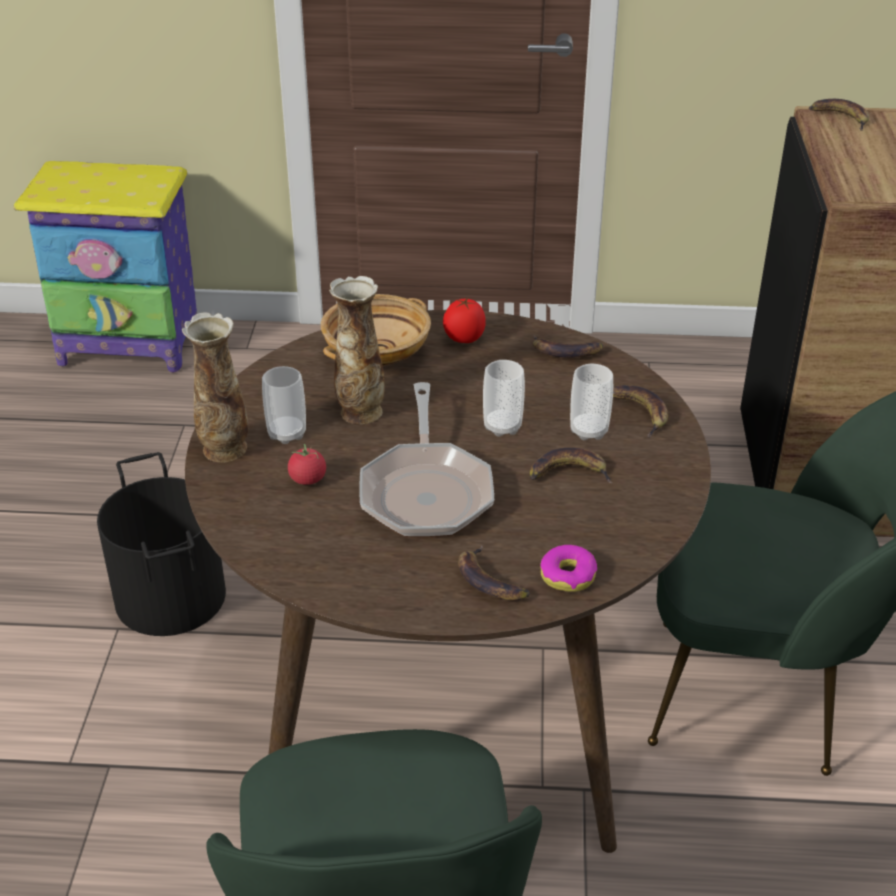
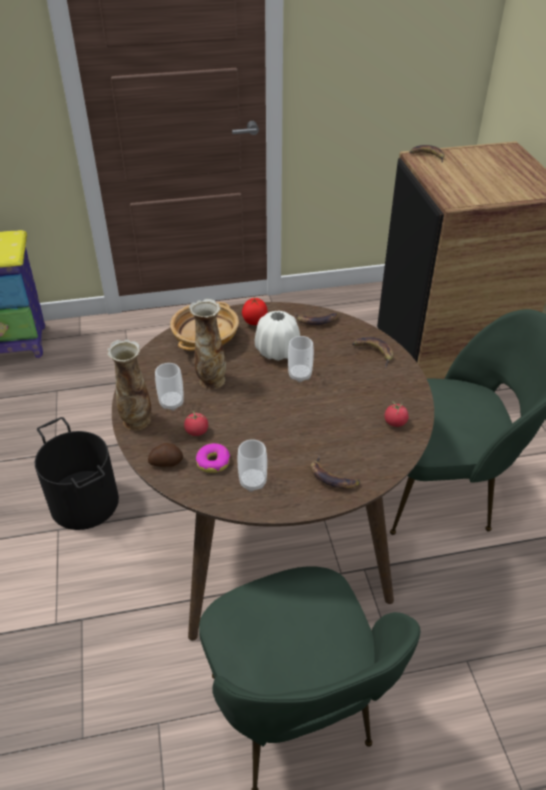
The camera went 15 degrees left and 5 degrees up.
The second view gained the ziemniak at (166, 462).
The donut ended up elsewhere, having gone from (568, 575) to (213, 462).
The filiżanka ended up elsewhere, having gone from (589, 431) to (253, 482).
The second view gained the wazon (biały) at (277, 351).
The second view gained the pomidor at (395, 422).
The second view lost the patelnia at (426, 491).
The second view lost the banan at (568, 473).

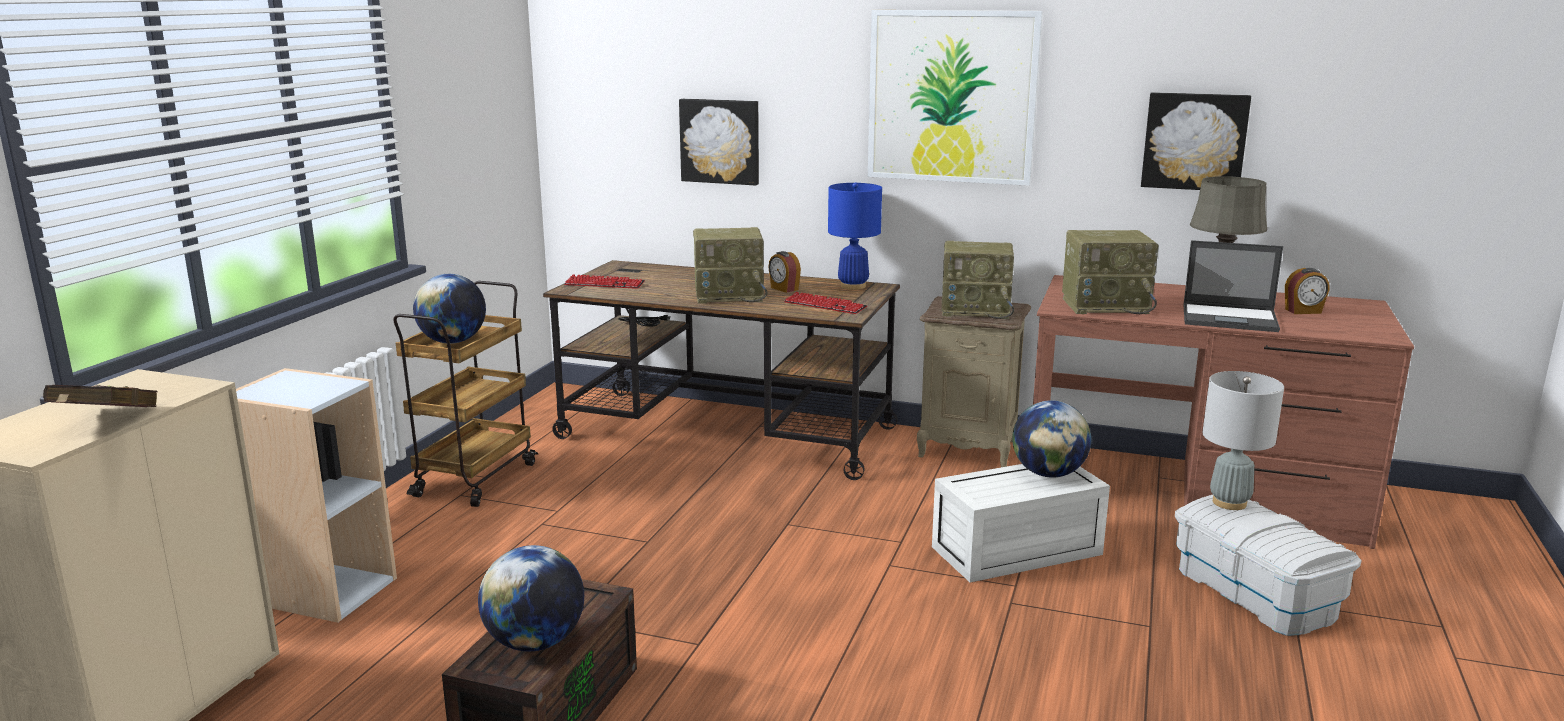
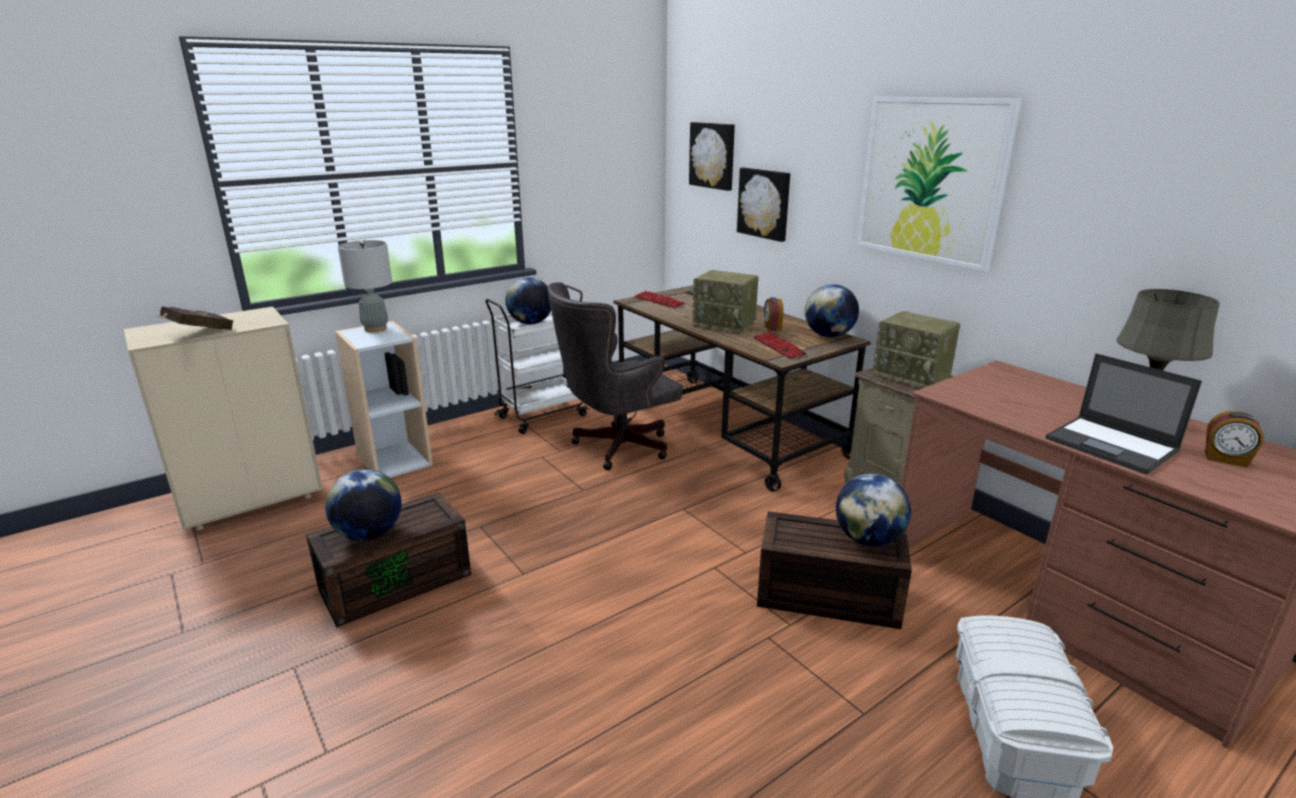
The camera went 35 degrees right and 5 degrees up.
The lampa stołowa (szary) ended up elsewhere, having gone from (1229, 503) to (375, 329).
What was the wózek (brązowy) at (476, 479) turned into the wózek (biały) at (543, 416).
The second view gained the krzesło biurowe (szary) at (616, 448).
The obraz ended up elsewhere, having gone from (1194, 141) to (713, 155).
What was the pojemnik do przechowywania (biały) at (1016, 552) turned into the pojemnik do przechowywania (brązowy) at (825, 596).
Where the lampa stołowa (niebieski) stood at (853, 286), the globus came to stand at (828, 335).
The second view lost the radio at (1106, 305).

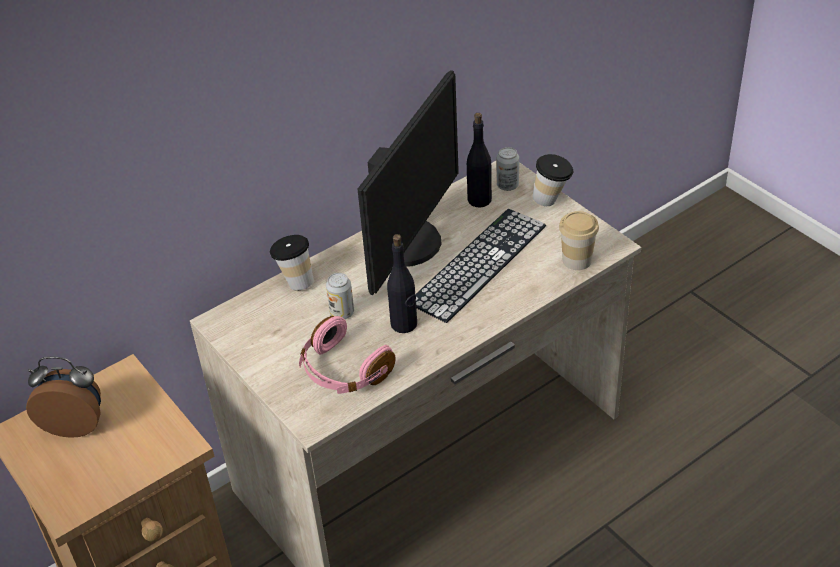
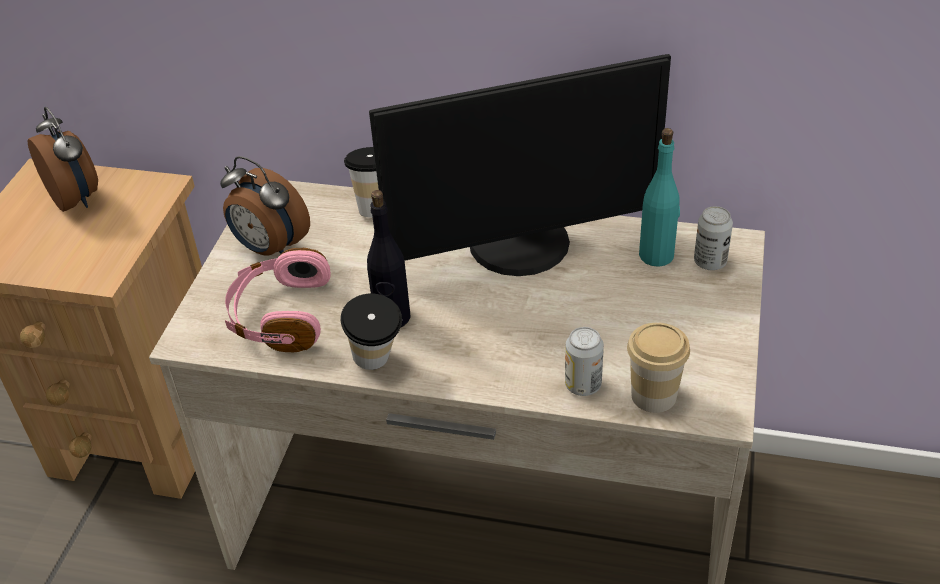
The camera went 50 degrees right and 0 degrees up.
The second view gained the budzik at (269, 248).
The filiżanka ended up elsewhere, having gone from (552, 201) to (377, 365).
The puszka ended up elsewhere, having gone from (342, 313) to (583, 385).
What was the butelka (czarny) at (479, 200) turned into the butelka (turkusowy) at (657, 255).
The second view lost the klawiatura at (478, 264).

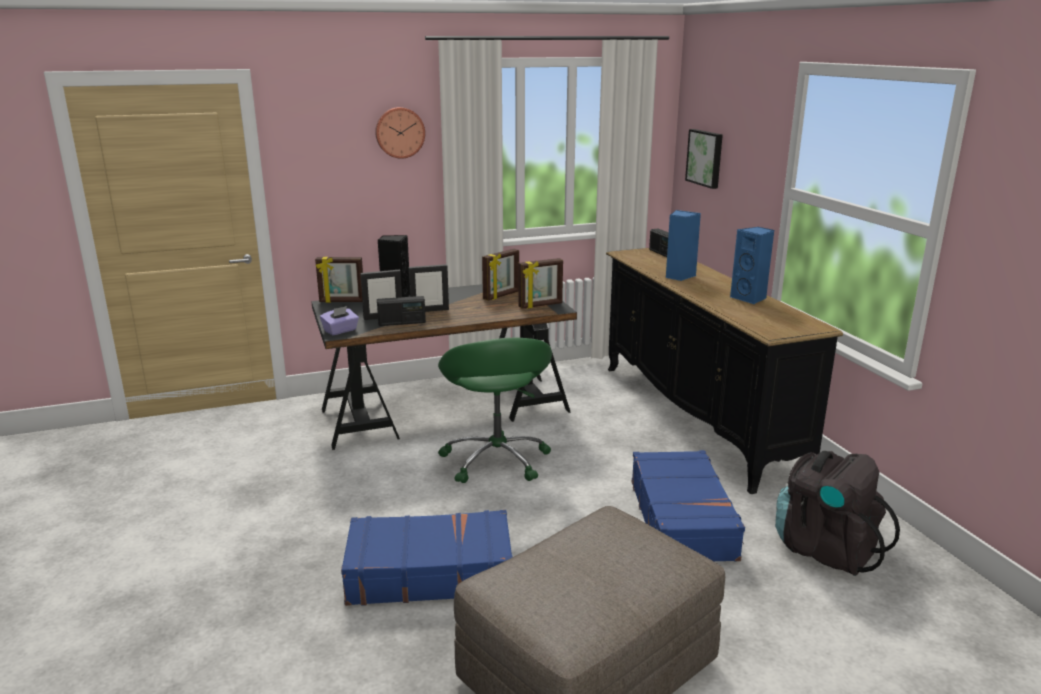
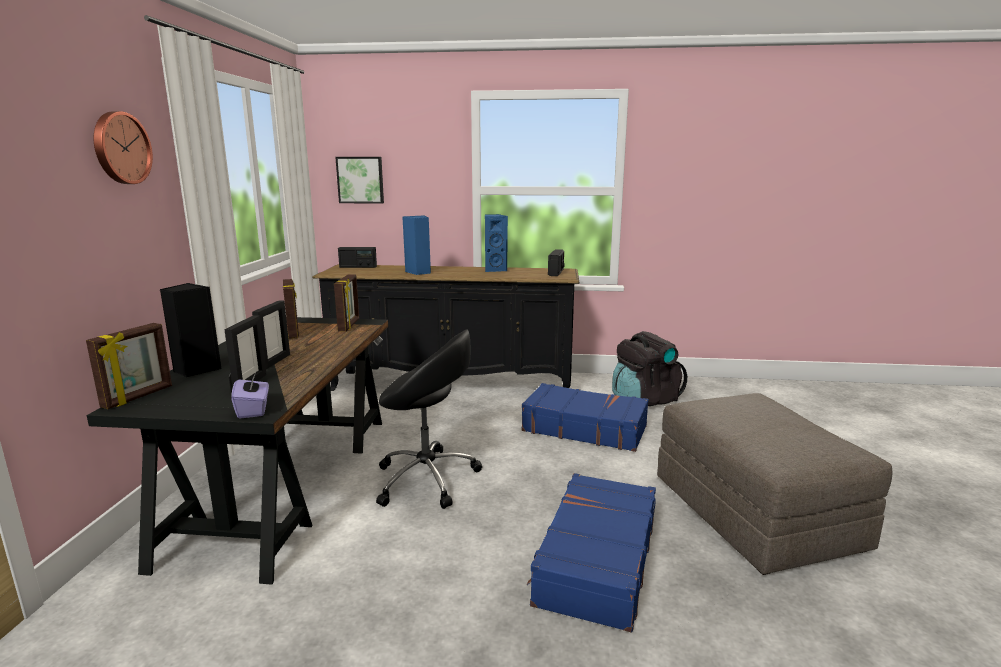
The camera went 65 degrees left and 5 degrees down.
What was the krzesło biurowe (zielony) at (496, 462) turned into the krzesło biurowe (czarny) at (429, 479).
The radio ended up elsewhere, having gone from (402, 323) to (556, 272).

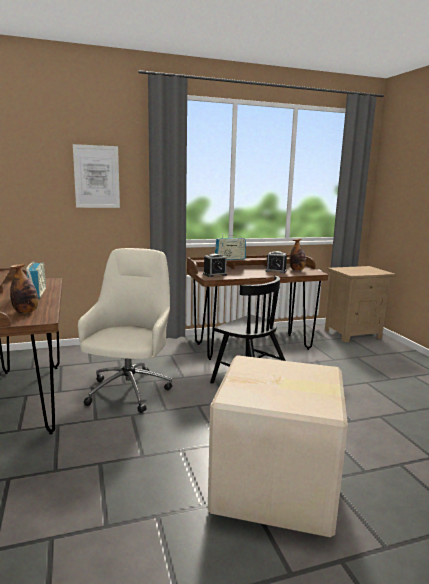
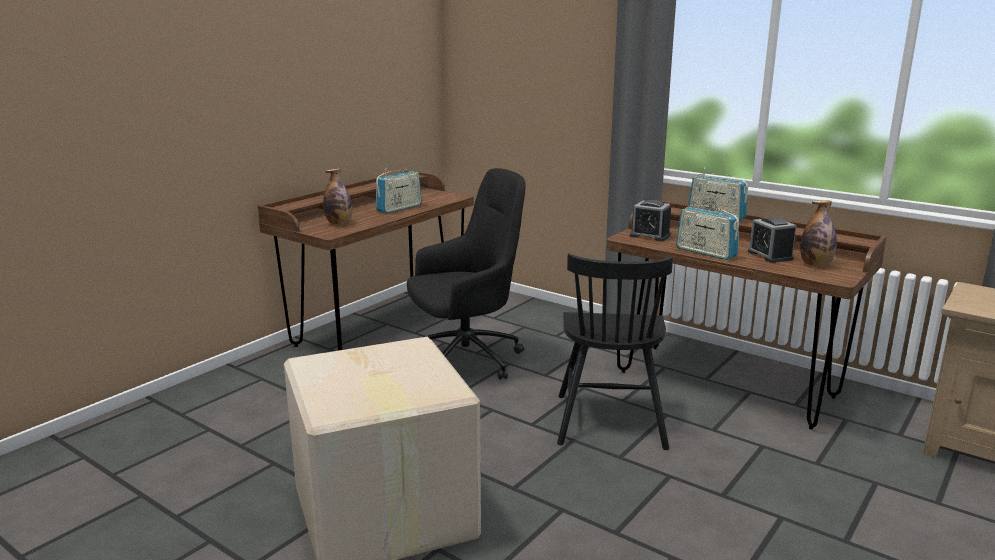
The camera went 55 degrees right and 5 degrees up.
What was the krzesło biurowe (beżowy) at (129, 390) turned into the krzesło biurowe (czarny) at (466, 361).
The second view gained the radio at (705, 253).
The second view lost the obraz at (96, 177).

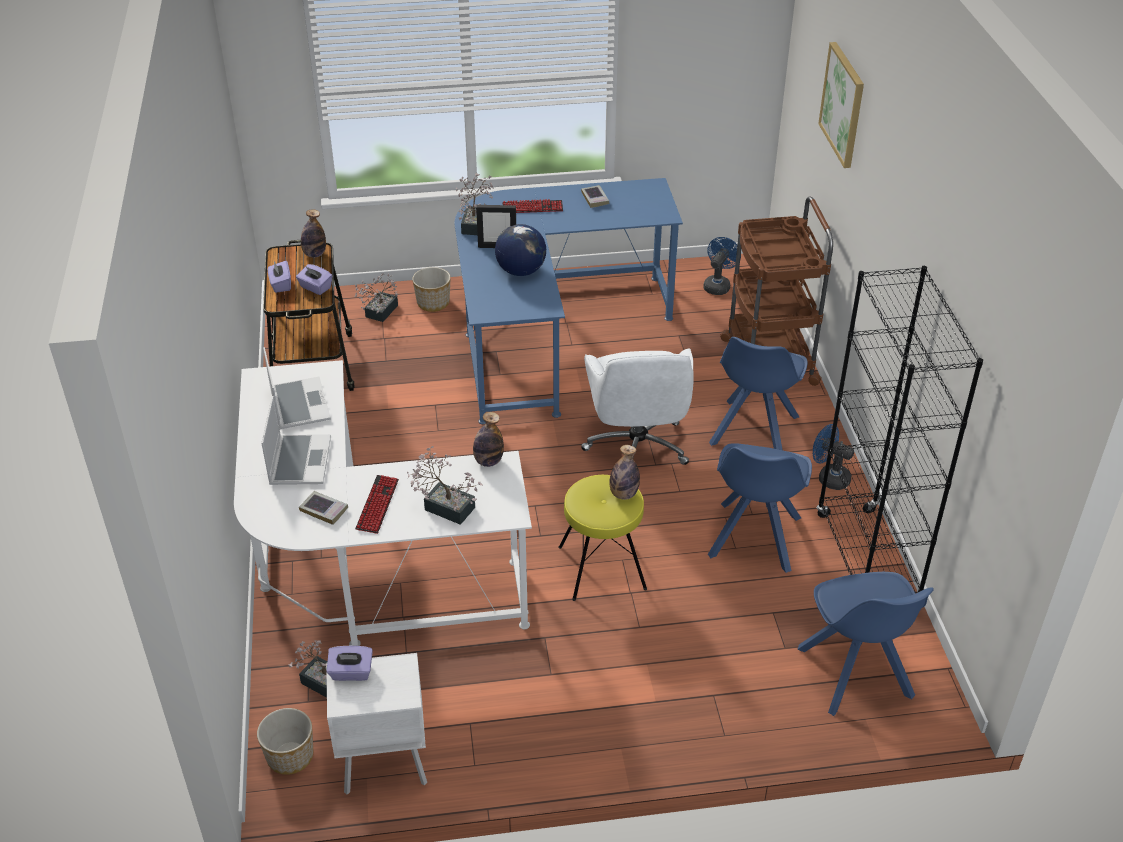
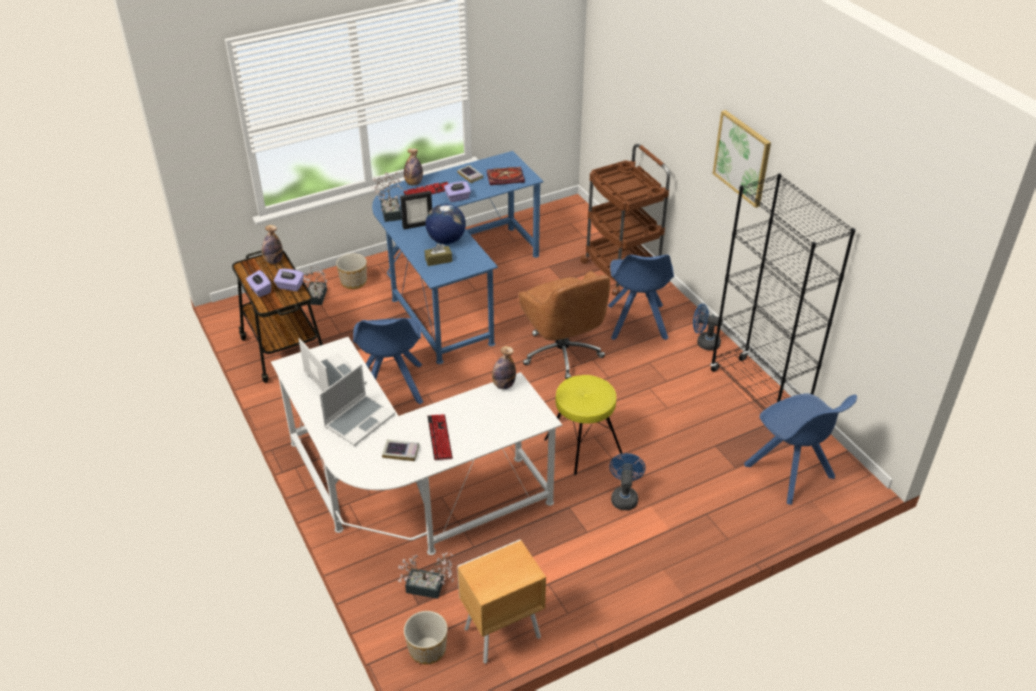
The camera went 20 degrees left and 0 degrees up.
The laptop at (299, 461) ended up facing another way, 60 degrees clockwise from before.
The krzesło (niebieski) ended up elsewhere, having gone from (754, 538) to (392, 386).
The butelka ended up elsewhere, having gone from (623, 494) to (413, 183).
The second view gained the pudełko chusteczek (brązowy) at (438, 260).
The pudełko chusteczek (fioletowy) ended up elsewhere, having gone from (351, 673) to (458, 198).
What was the szafka nocna (biały) at (382, 765) turned into the szafka nocna (brązowy) at (500, 633).
The second view gained the książka at (506, 177).
What was the krzesło biurowe (biały) at (636, 447) turned into the krzesło biurowe (brązowy) at (561, 353).
The wentylator (niebieski) ended up elsewhere, having gone from (718, 285) to (624, 496).
The obraz ended up elsewhere, having gone from (843, 104) to (742, 158).
The second view lost the roślina doniczkowa at (445, 506).

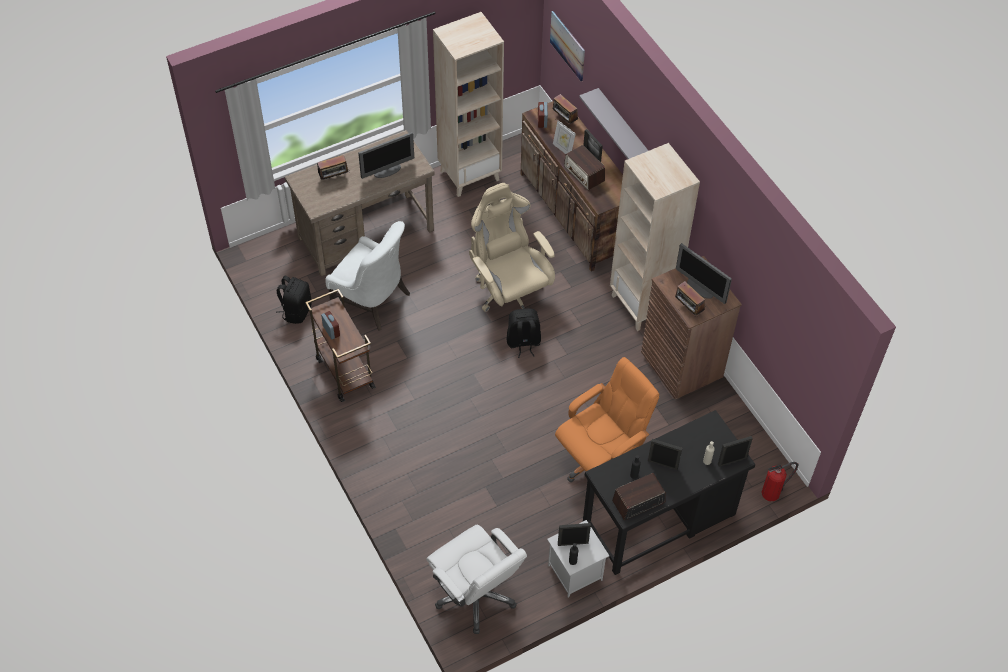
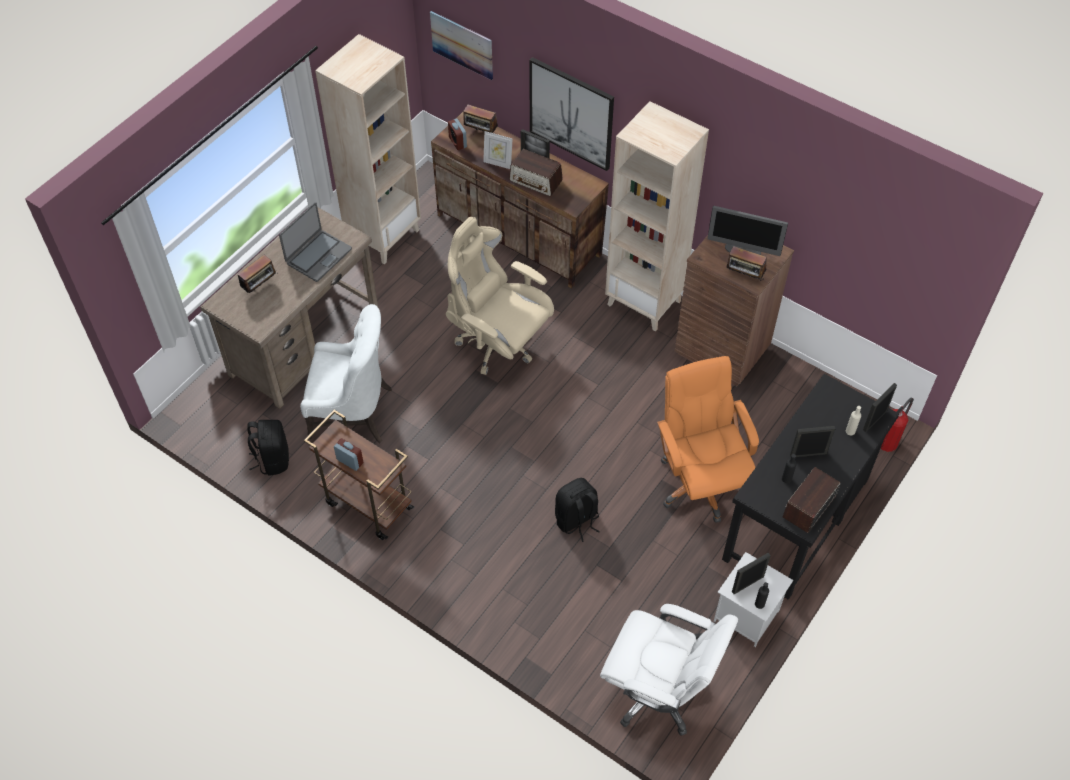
The camera went 25 degrees left and 0 degrees up.
Where the monitor stood at (387, 171), the laptop came to stand at (318, 256).
Where the półka (szary) hung at (624, 130), the obraz came to hang at (571, 113).
The plecak (czarny) ended up elsewhere, having gone from (523, 342) to (577, 520).
The krzesło biurowe (pomarańczowy) at (600, 460) ended up facing another way, 45 degrees counterclockwise from before.

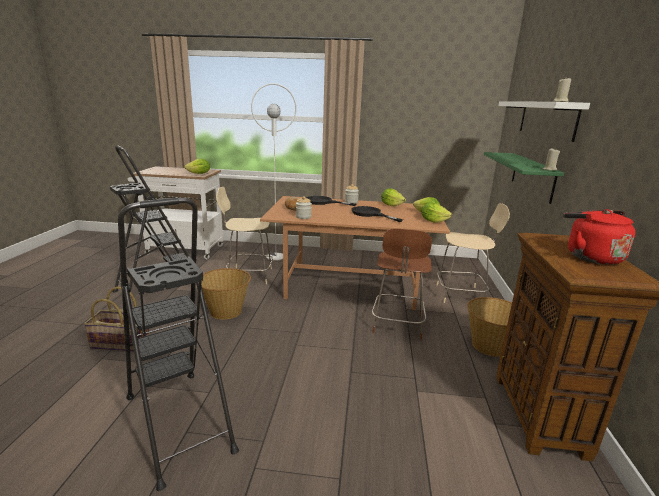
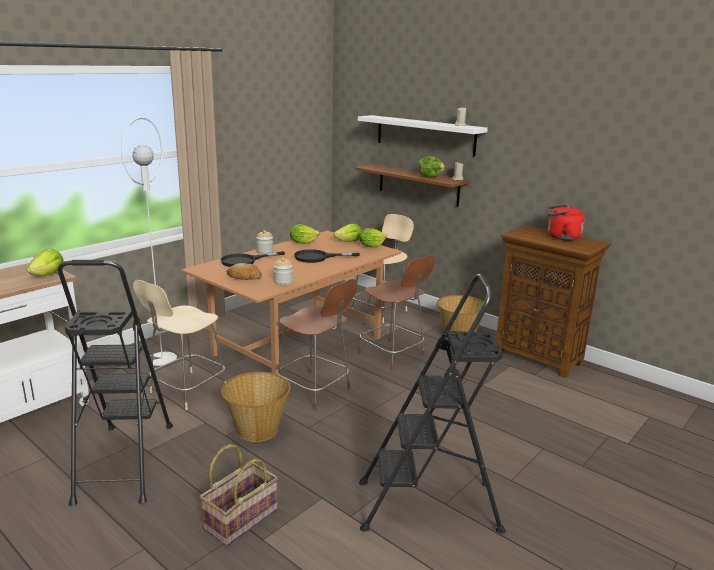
The camera went 55 degrees left and 0 degrees up.
The second view gained the krzesło (brązowy) at (315, 391).
What was the półka (zielony) at (532, 176) turned into the półka (brązowy) at (418, 184).
The second view gained the sałata at (429, 177).

